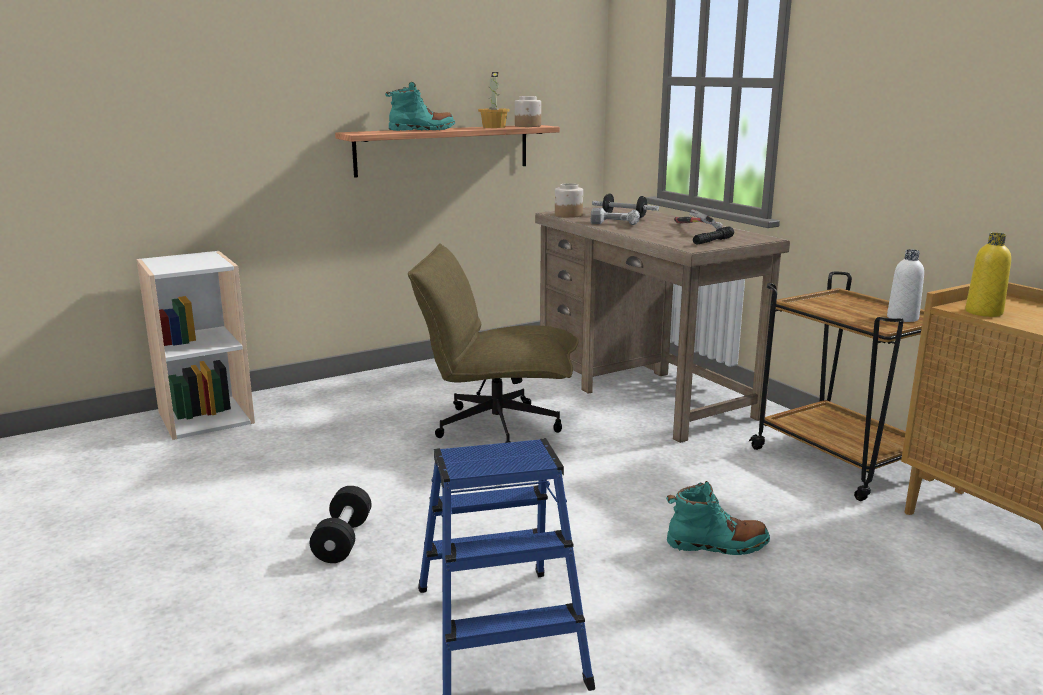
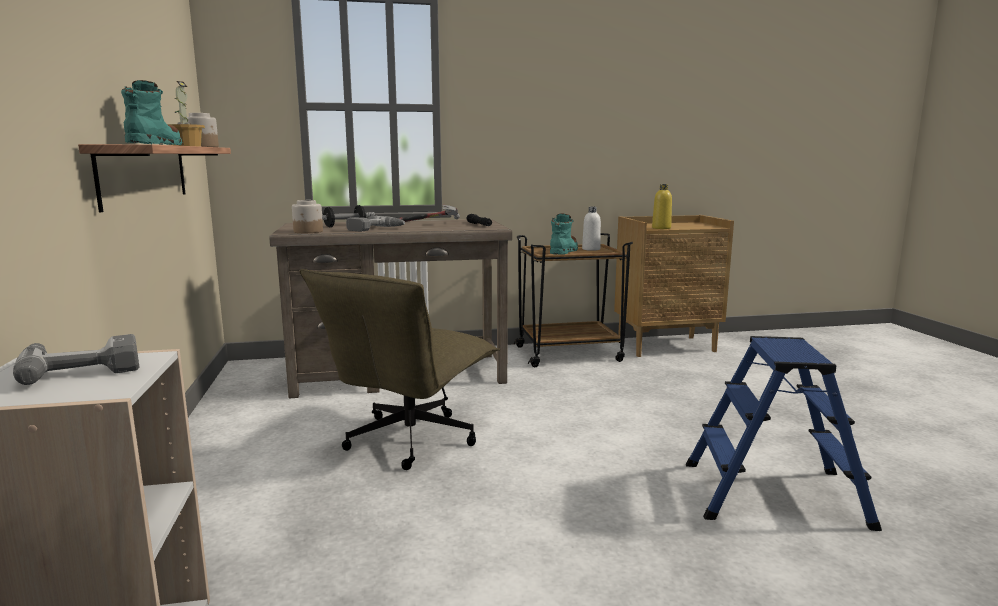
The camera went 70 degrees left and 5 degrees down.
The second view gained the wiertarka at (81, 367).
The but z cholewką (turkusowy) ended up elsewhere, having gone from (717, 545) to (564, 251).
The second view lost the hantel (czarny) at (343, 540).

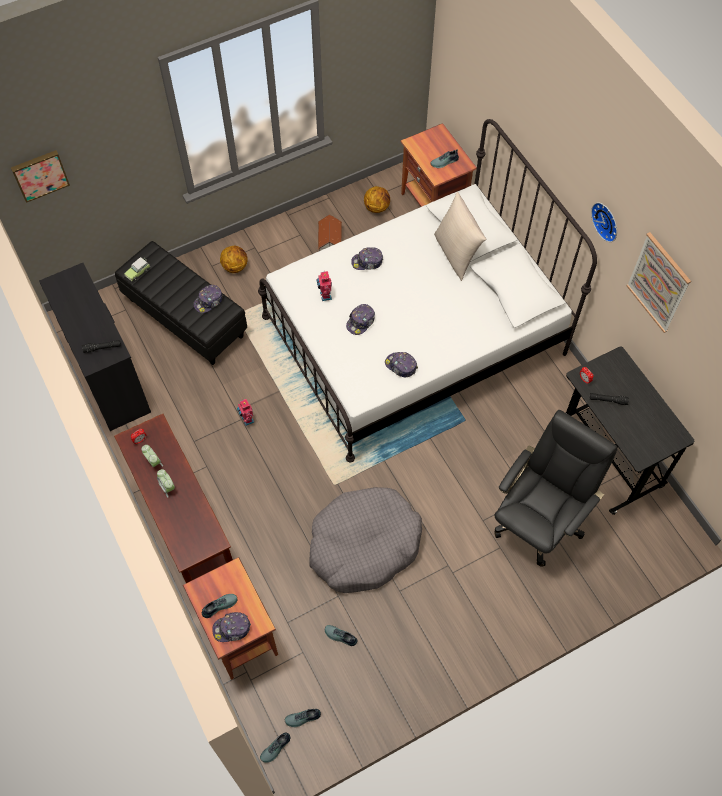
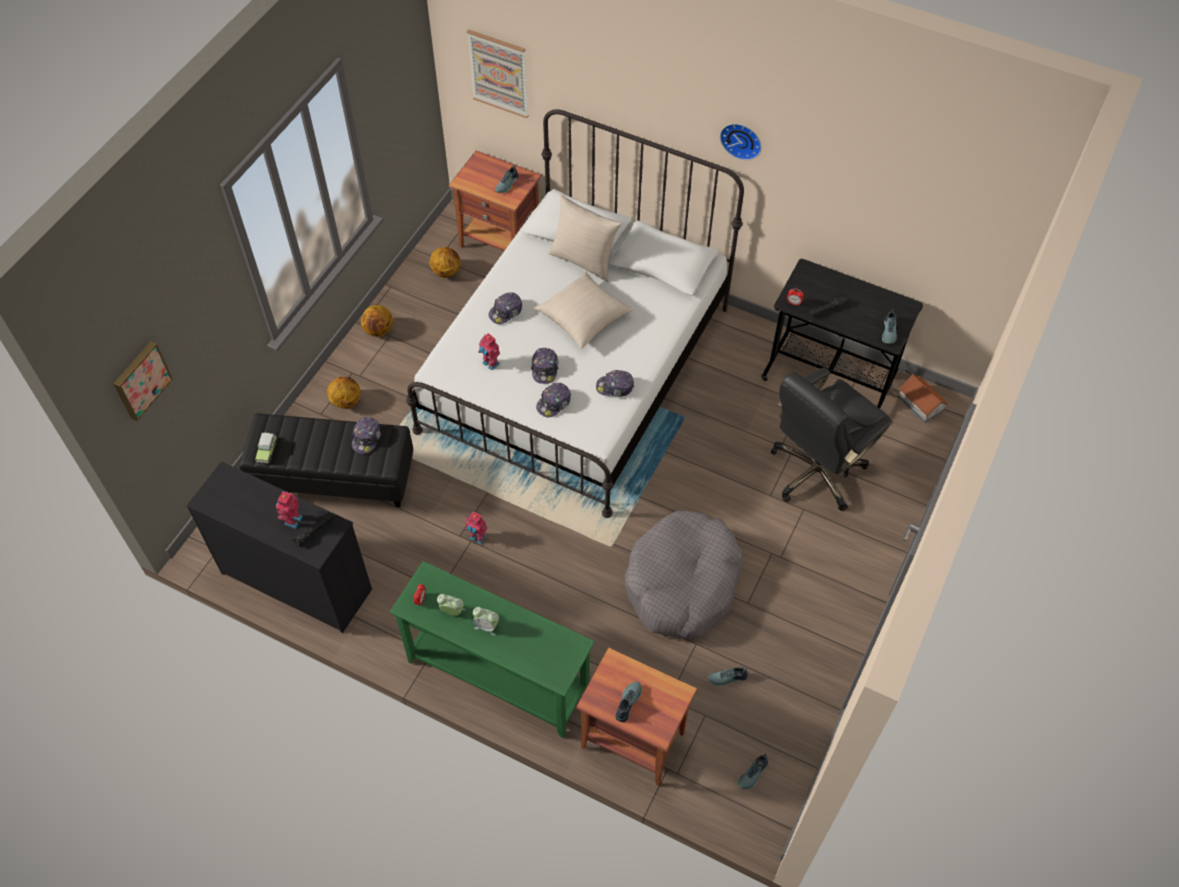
The camera went 35 degrees left and 5 degrees down.
The second view gained the robot zabawkowy at (292, 520).
The second view gained the piłka do koszykówki at (379, 330).
What was the stolik konsolowy (brązowy) at (185, 527) turned into the stolik konsolowy (zielony) at (497, 675).
The obraz ended up elsewhere, having gone from (658, 282) to (499, 73).
The second view gained the poduszka (beżowy) at (583, 317).
The czapka z daszkiem ended up elsewhere, having gone from (232, 629) to (554, 403).
The krzesło biurowe (czarny) at (537, 524) ended up facing another way, 135 degrees counterclockwise from before.
The but ended up elsewhere, having gone from (276, 748) to (889, 331).
The domek ended up elsewhere, having gone from (330, 241) to (920, 403).

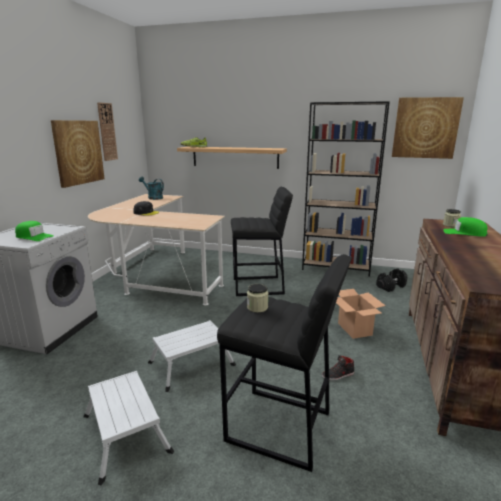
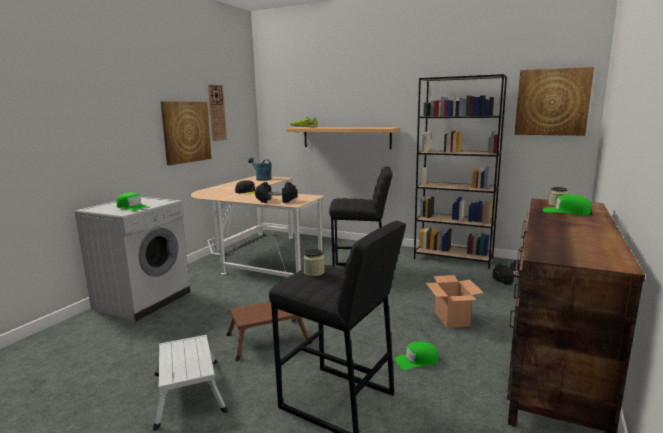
The camera went 10 degrees right and 5 degrees down.
What was the drabinka (biały) at (192, 363) turned into the drabinka (brązowy) at (268, 339).
The second view gained the hantel (czarny) at (276, 200).
Where the but (czarny) stood at (338, 375), the czapka z daszkiem (zielony) came to stand at (416, 361).

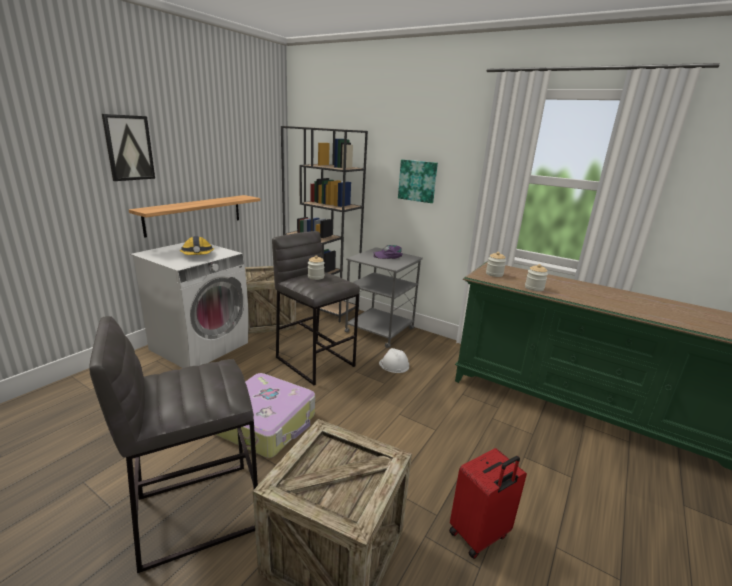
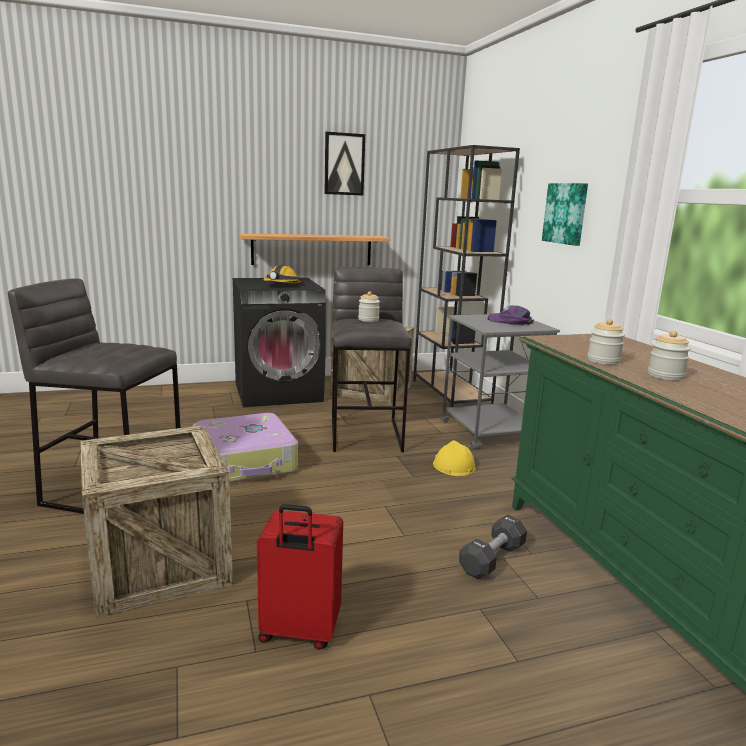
The camera went 40 degrees right and 5 degrees down.
What was the pralka (biały) at (199, 345) turned into the pralka (czarny) at (279, 392).
The obraz ended up elsewhere, having gone from (129, 148) to (344, 164).
What was the kask (biały) at (394, 365) turned into the kask (żółty) at (453, 466).
The second view gained the hantel (czarny) at (492, 559).
The słoik ended up elsewhere, having gone from (494, 274) to (665, 376).

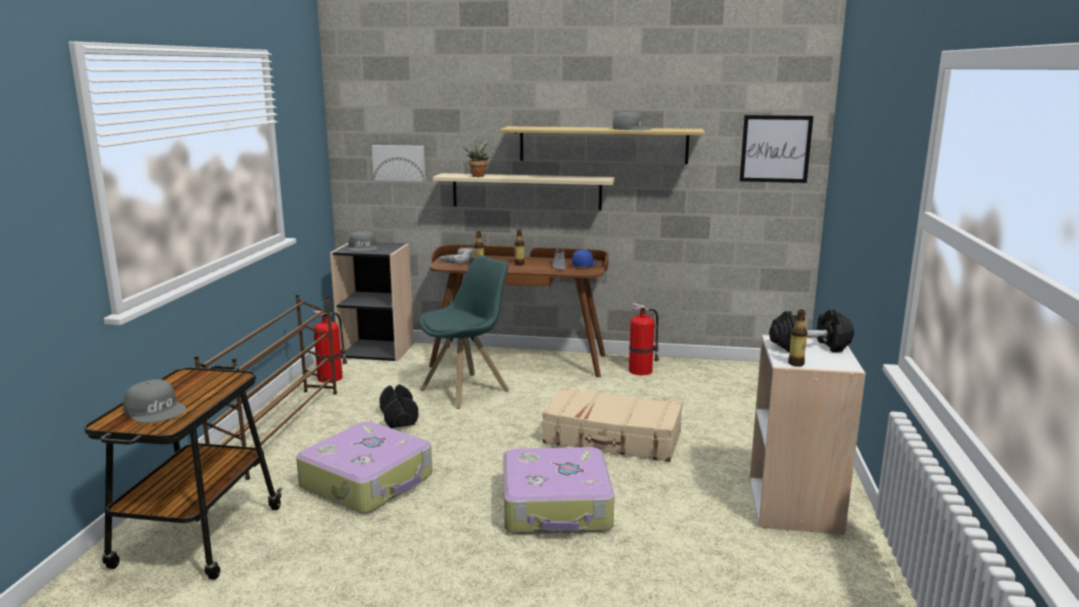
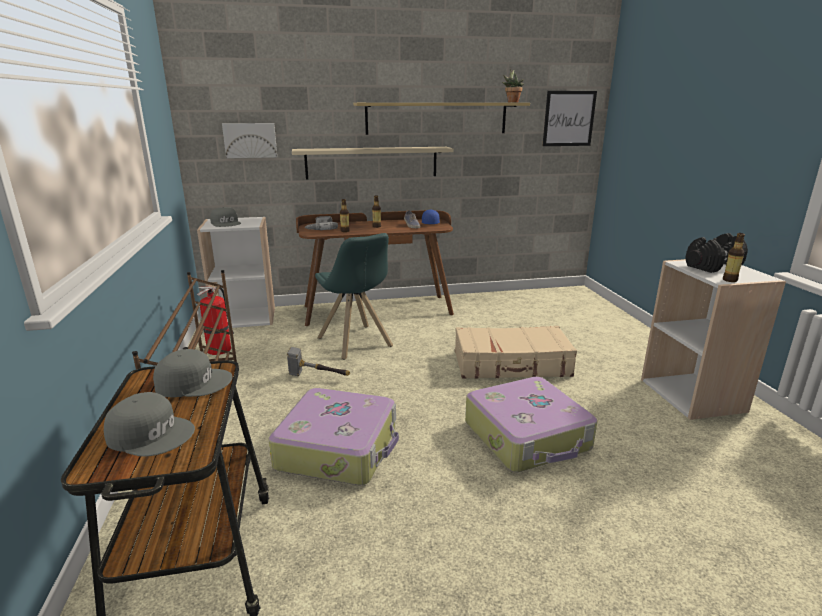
The camera went 20 degrees left and 5 degrees up.
The czapka z daszkiem (szary) ended up elsewhere, having gone from (631, 129) to (193, 382).
What was the regał (czarny) at (378, 350) turned into the regał (biały) at (246, 317).
Where the hantel (czarny) stood at (399, 418), the młotek came to stand at (317, 377).
The krzesło (turkusowy) at (466, 390) ended up facing another way, 120 degrees clockwise from before.
The roślina doniczkowa ended up elsewhere, having gone from (478, 176) to (512, 102).
The second view lost the gaśnica at (641, 371).

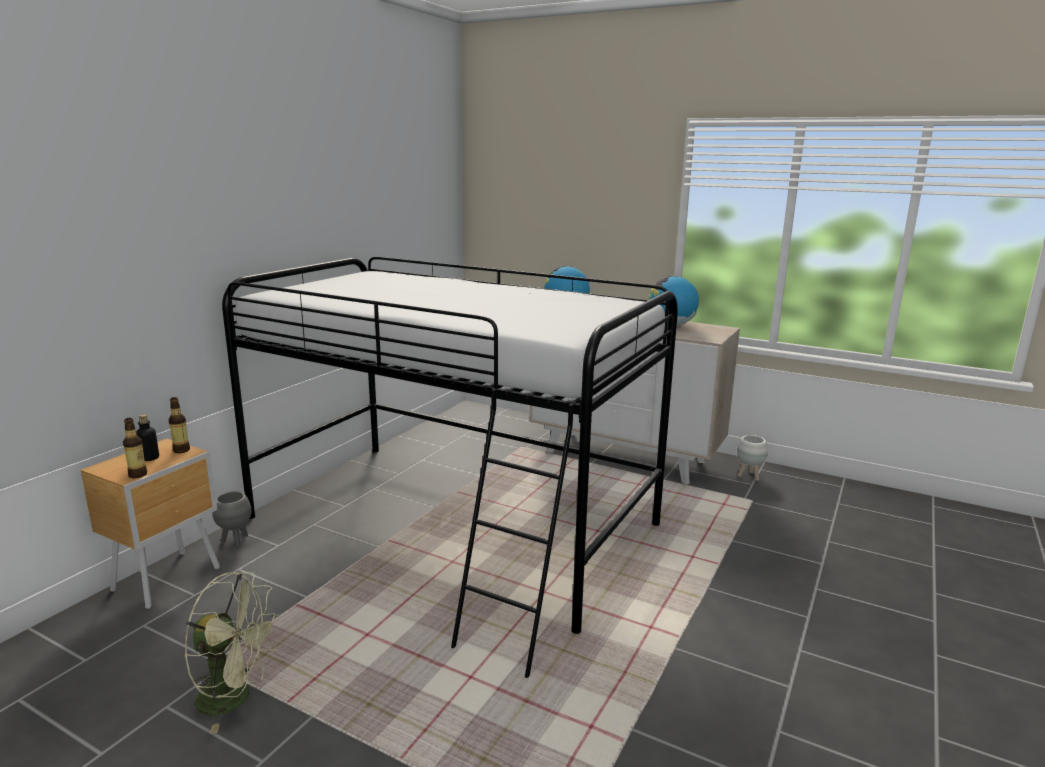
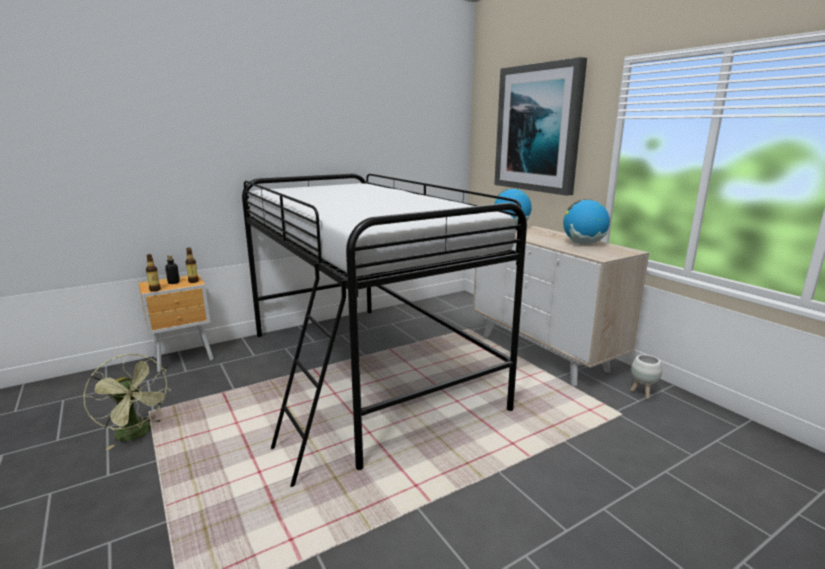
The camera went 30 degrees right and 0 degrees up.
The second view gained the obraz at (538, 129).
The second view lost the donica (szary) at (235, 542).

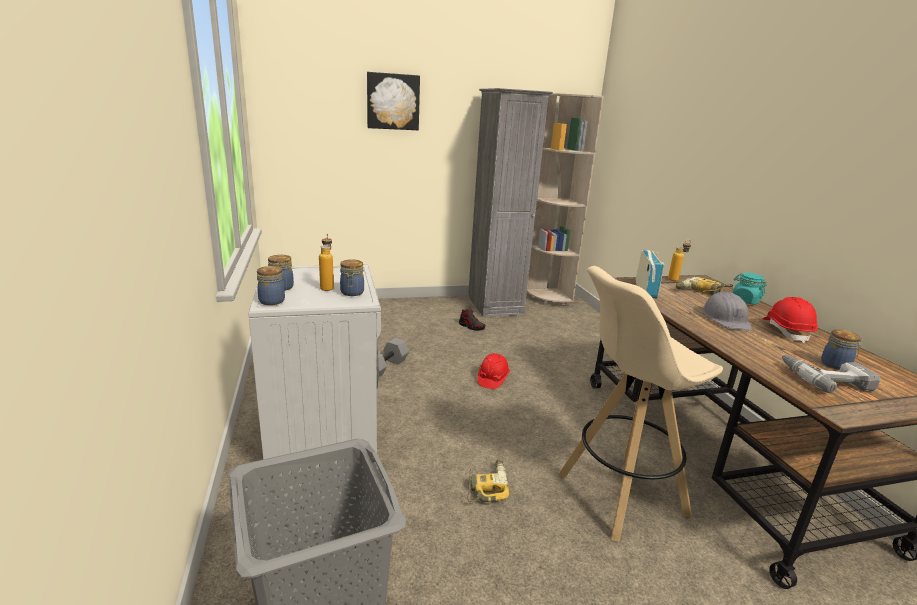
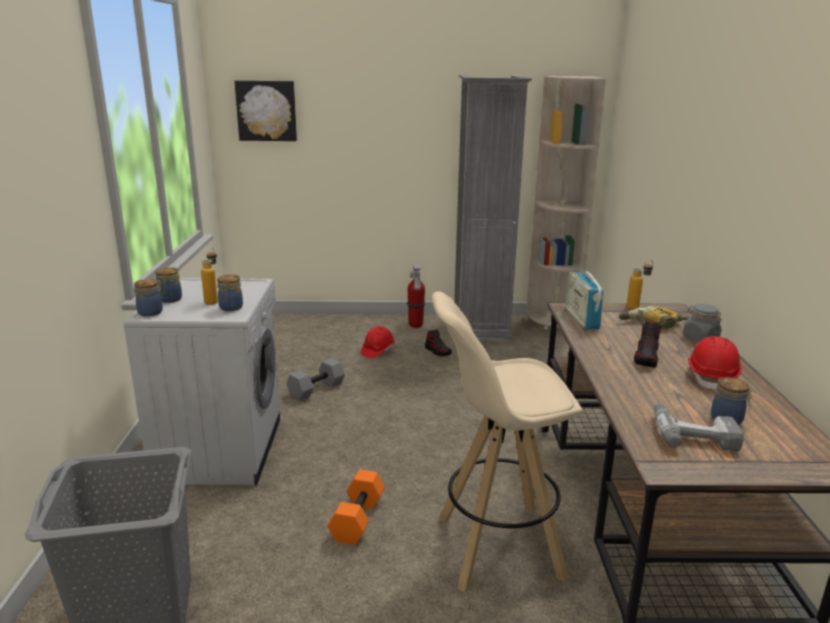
The camera went 15 degrees right and 0 degrees up.
The obraz ended up elsewhere, having gone from (393, 101) to (266, 110).
Where the wiertarka stood at (486, 485), the hantel (pomarańczowy) came to stand at (356, 518).
The kask (czerwony) ended up elsewhere, having gone from (492, 379) to (377, 351).
The second view gained the gaśnica at (415, 325).
The radio at (645, 290) ended up facing another way, 150 degrees clockwise from before.
Where the kask (szary) stood at (725, 319), the but came to stand at (646, 358).
What was the słoik (turkusowy) at (745, 301) turned into the słoik (szary) at (700, 338).

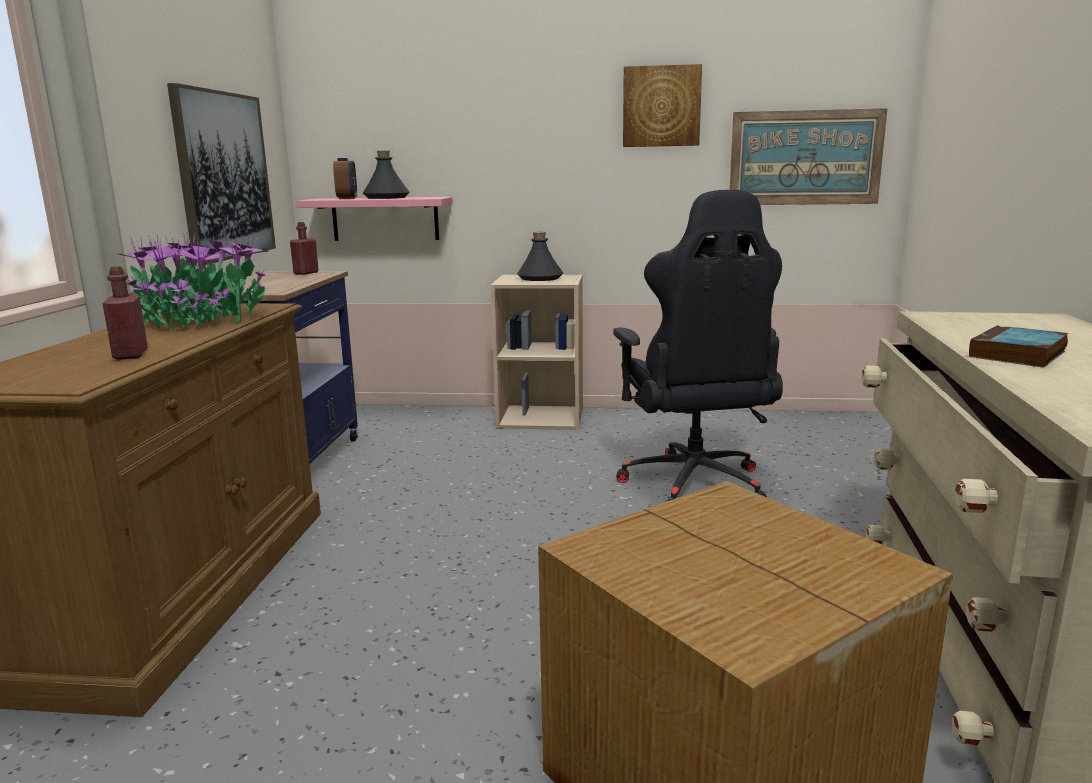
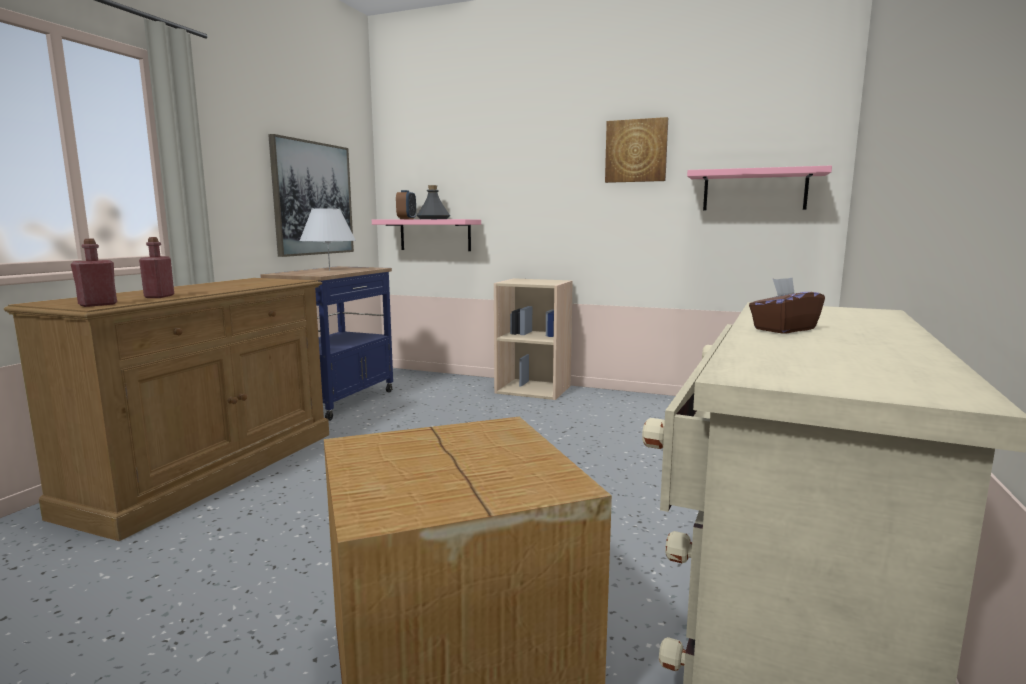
The camera went 15 degrees right and 5 degrees down.
The butelka (czerwony) ended up elsewhere, having gone from (306, 273) to (98, 305).
The second view gained the lampa stołowa (biały) at (329, 270).
Where the obraz hung at (805, 158), the półka (różowy) came to hang at (754, 190).
Where the książka stood at (1017, 354), the pudełko chusteczek (brązowy) came to stand at (783, 329).
The second view lost the roślina doniczkowa at (200, 321).
The second view lost the butelka (szary) at (540, 278).
The second view lost the krzesło biurowe (czarny) at (692, 483).

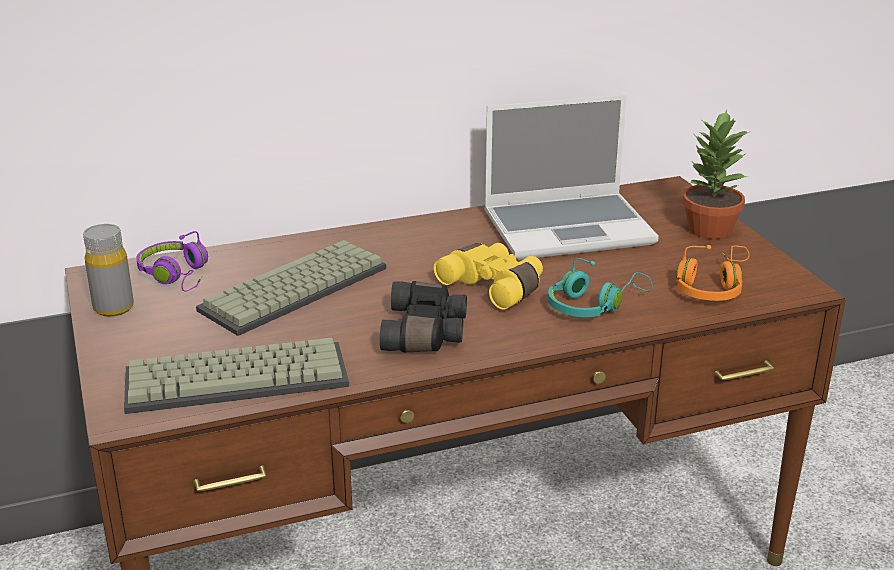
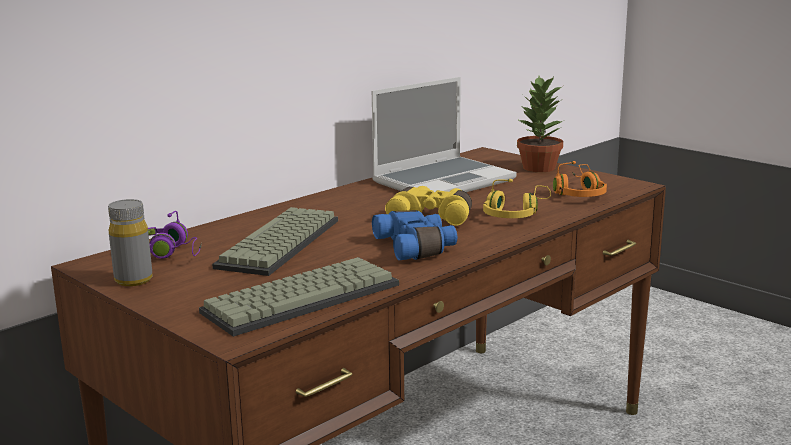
The camera went 25 degrees left and 10 degrees down.
What was the lornetka (czarny) at (426, 333) turned into the lornetka (niebieski) at (417, 247).
What was the słuchawki (turkusowy) at (593, 305) turned into the słuchawki (żółty) at (515, 214).

